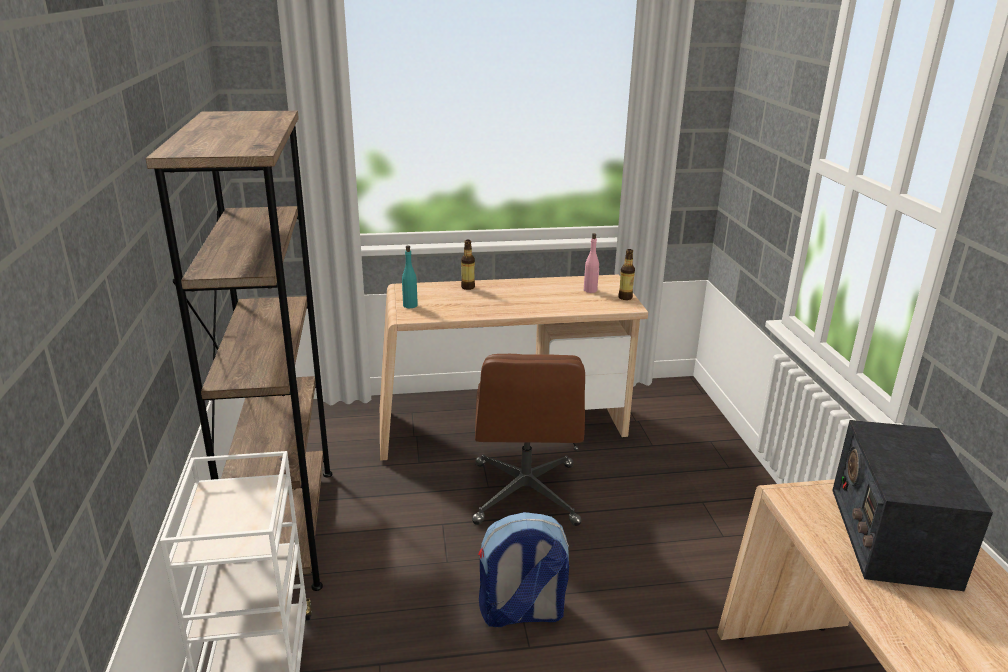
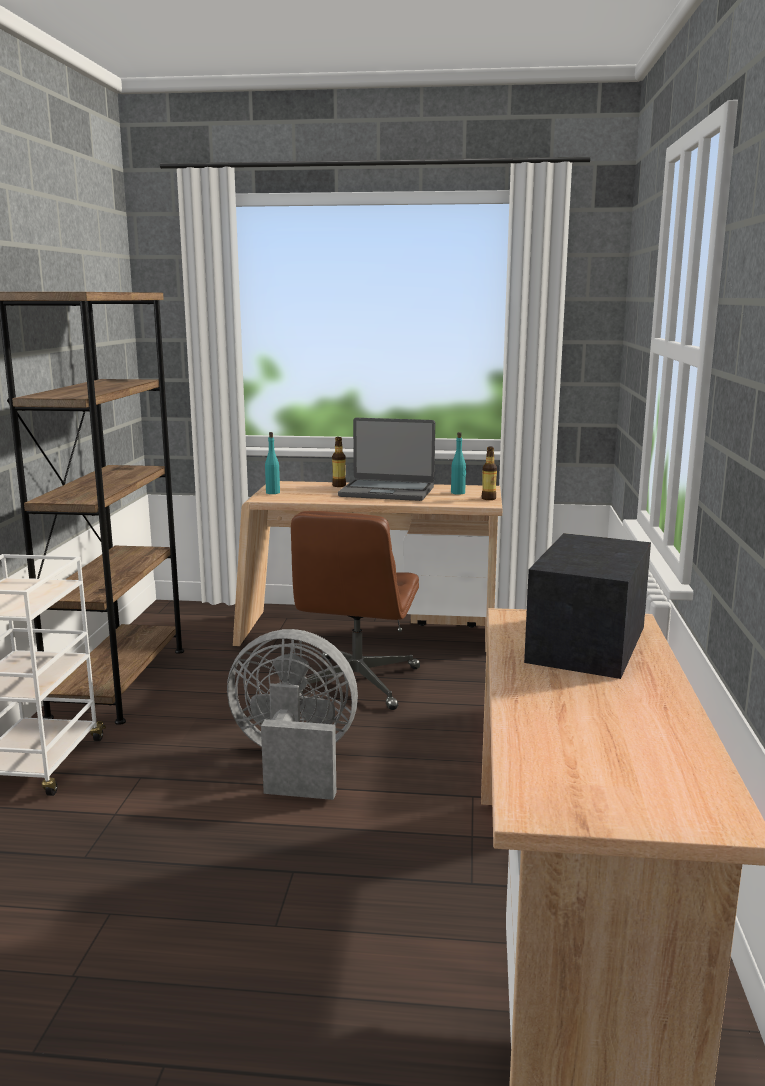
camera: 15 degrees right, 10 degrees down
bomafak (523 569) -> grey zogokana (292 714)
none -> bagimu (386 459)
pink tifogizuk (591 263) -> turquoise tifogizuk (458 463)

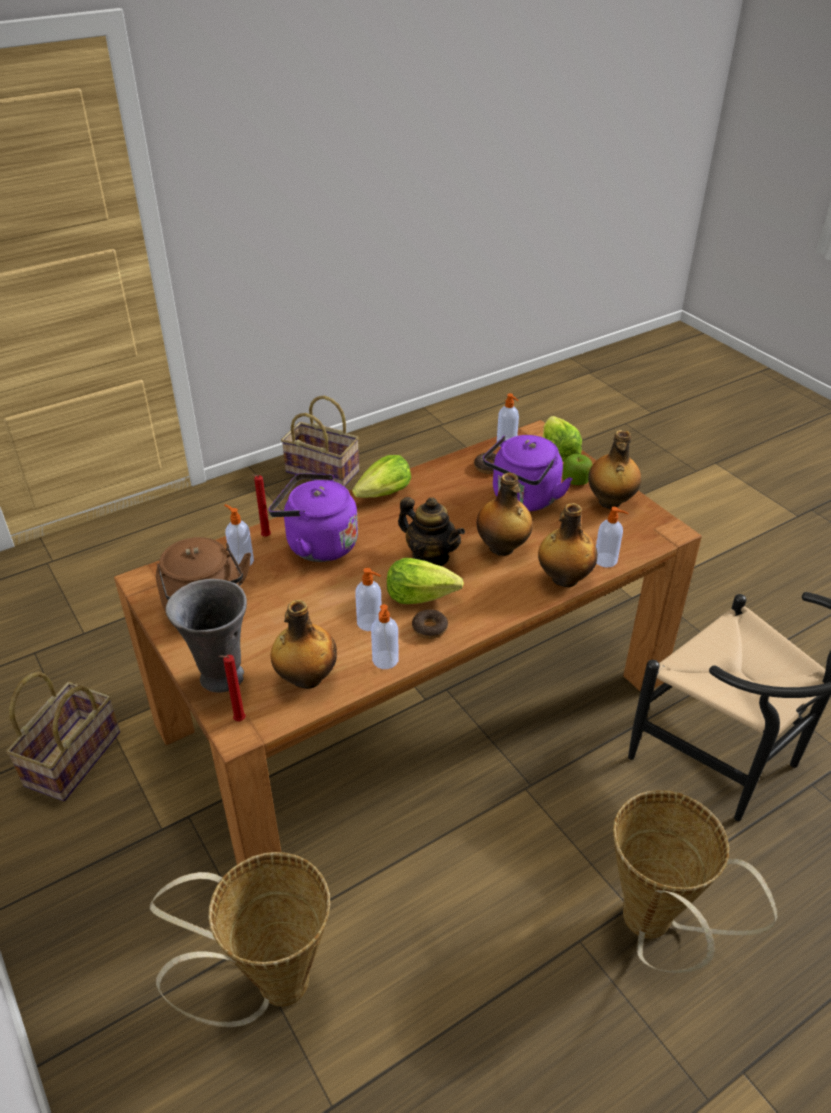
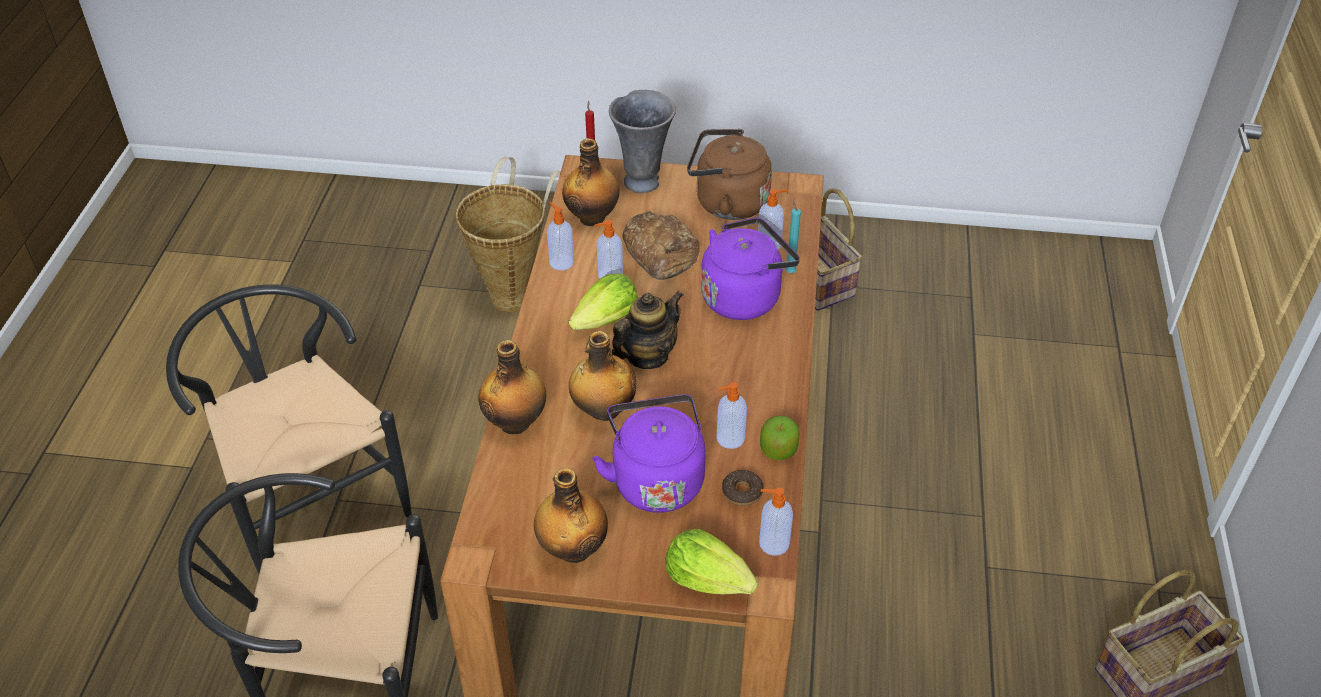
camera: 130 degrees right, 5 degrees up
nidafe (695 881) -> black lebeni (289 429)
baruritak (431 531) -> baruritak (647 330), 150 degrees clockwise
none -> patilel (661 245)
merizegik (612 537) -> merizegik (732 415), move
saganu (577 469) -> saganu (780 437), move
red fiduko (261 505) -> turquoise fiduko (793 235)
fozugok (381 476) -> none
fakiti (430 624) -> none

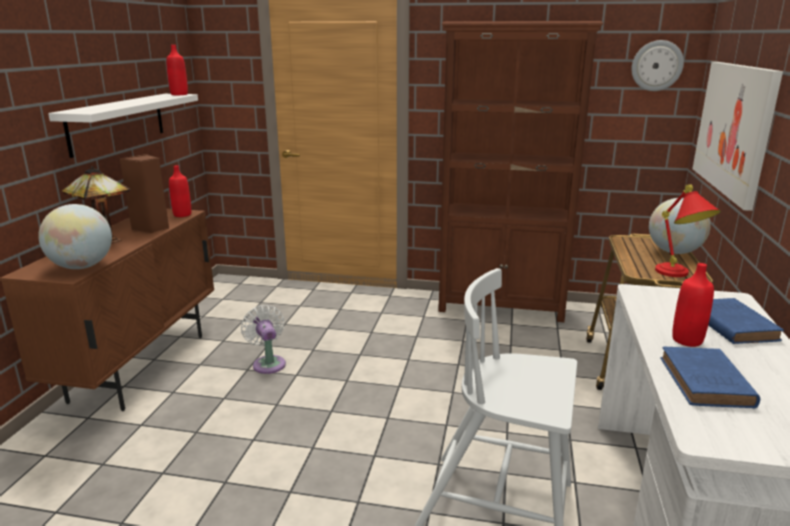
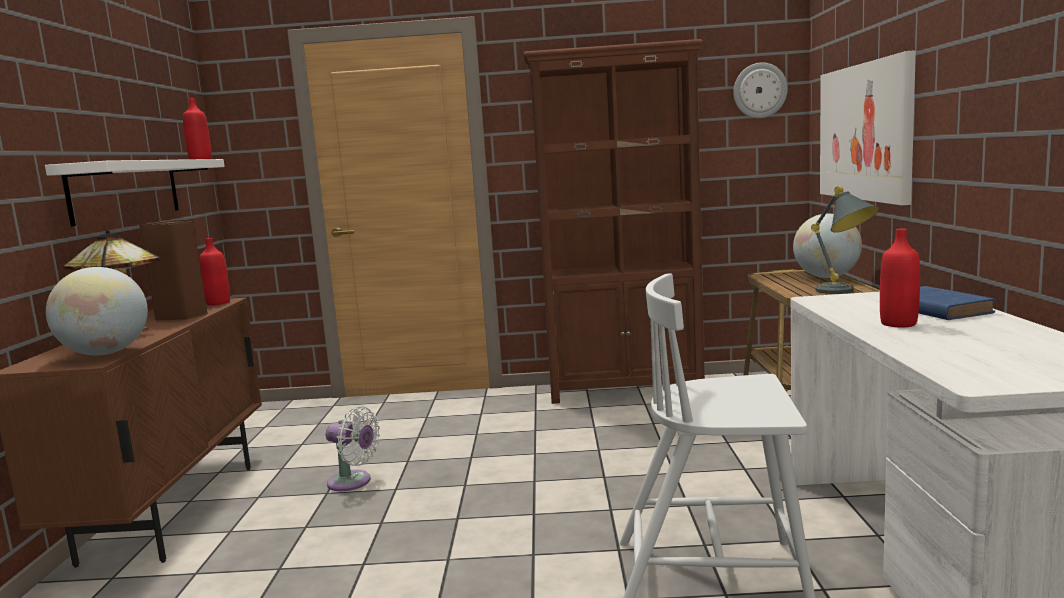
camera: 10 degrees left, 10 degrees down
white zogokana (263 339) -> white zogokana (352 448), 150 degrees clockwise
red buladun (688 230) -> grey buladun (845 240)
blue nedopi (710 377) -> none

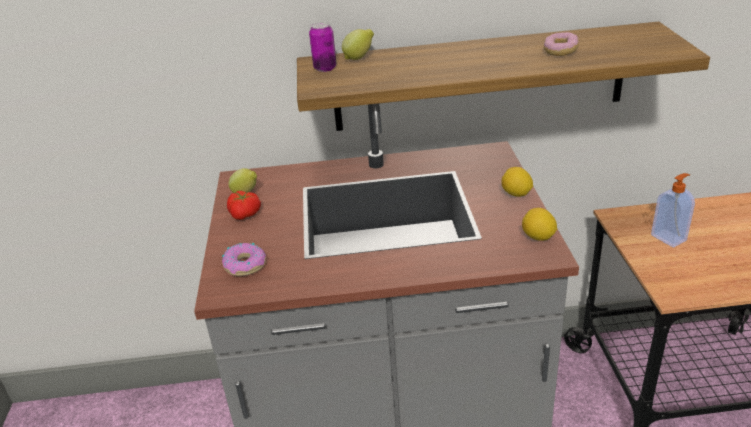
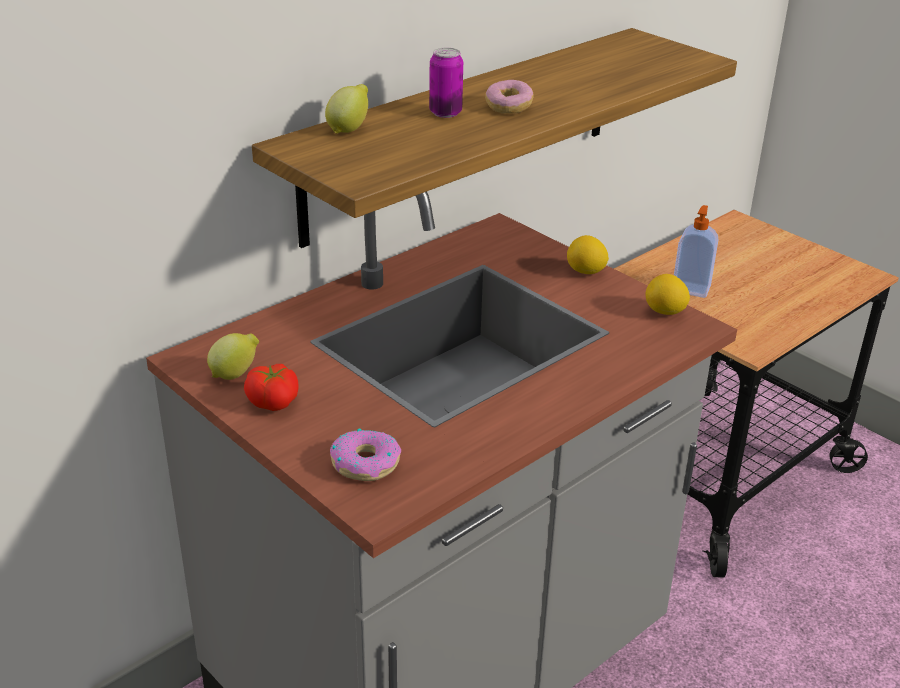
camera: 40 degrees left, 0 degrees up
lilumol (322 47) -> lilumol (446 83), move
fakiti (561 44) -> fakiti (509 97), move

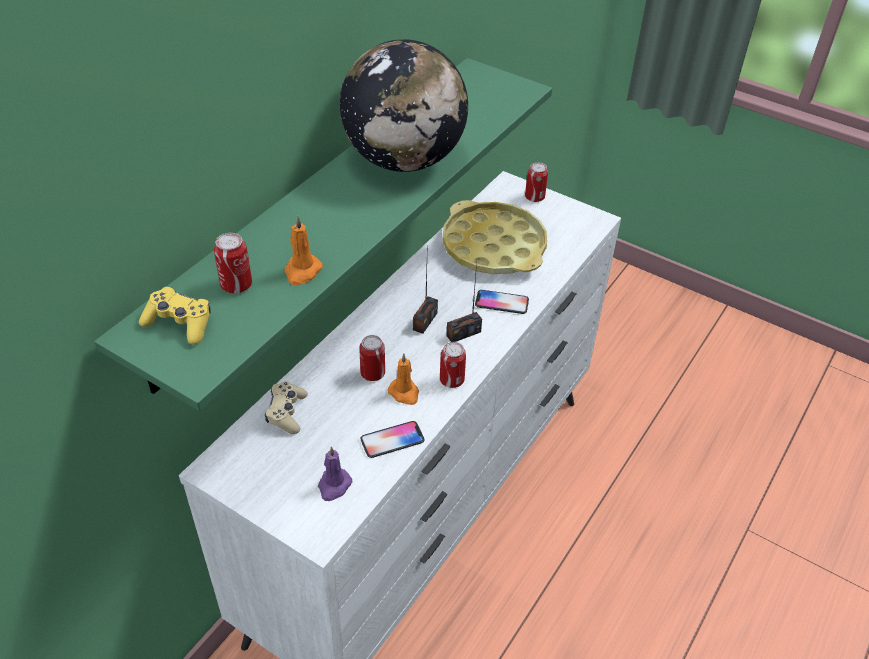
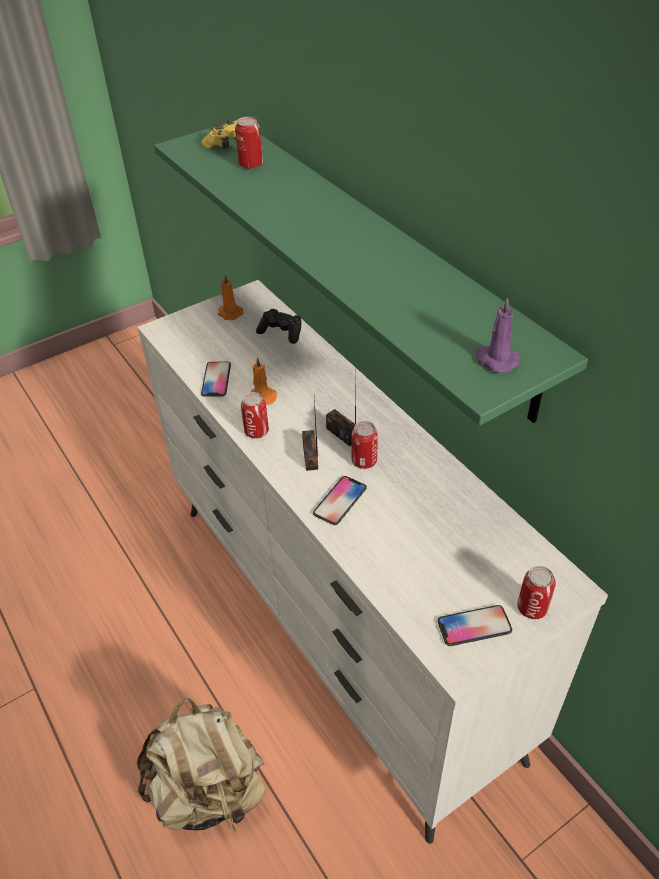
camera: 115 degrees right, 0 degrees up
none -> beige bomafak (201 764)
orange fiduko (303 250) -> orange fiduko (231 297), move
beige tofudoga (286 407) -> black tofudoga (278 326)
lilumol (372 358) -> lilumol (364 445), move
none -> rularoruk (474 625)
purple fiduko (335 473) -> purple fiduko (497 335), move
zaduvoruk (404 105) -> none
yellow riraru (494 237) -> none

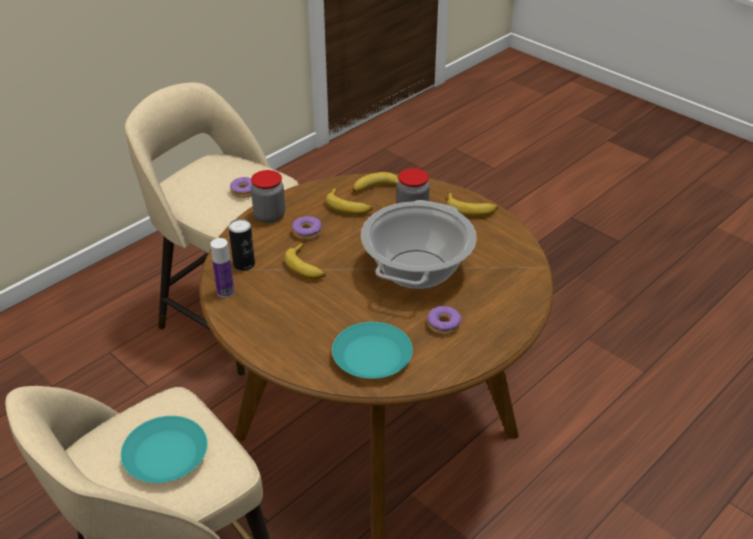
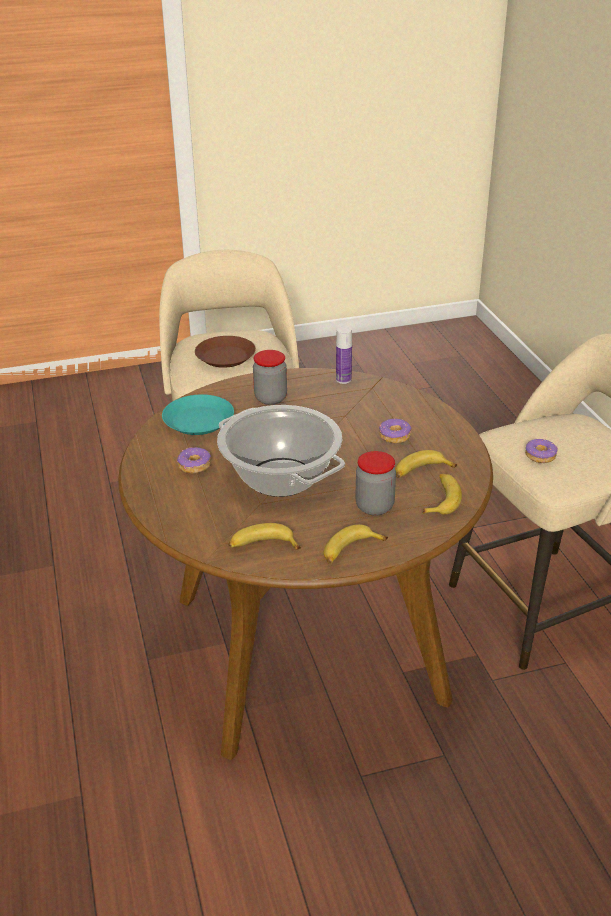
camera: 120 degrees right, 5 degrees down
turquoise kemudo (164 449) -> brown kemudo (225 352)
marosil (305 260) -> marosil (264 536), move
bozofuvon (268 196) -> bozofuvon (270 377), move
lilumol (242 245) -> none

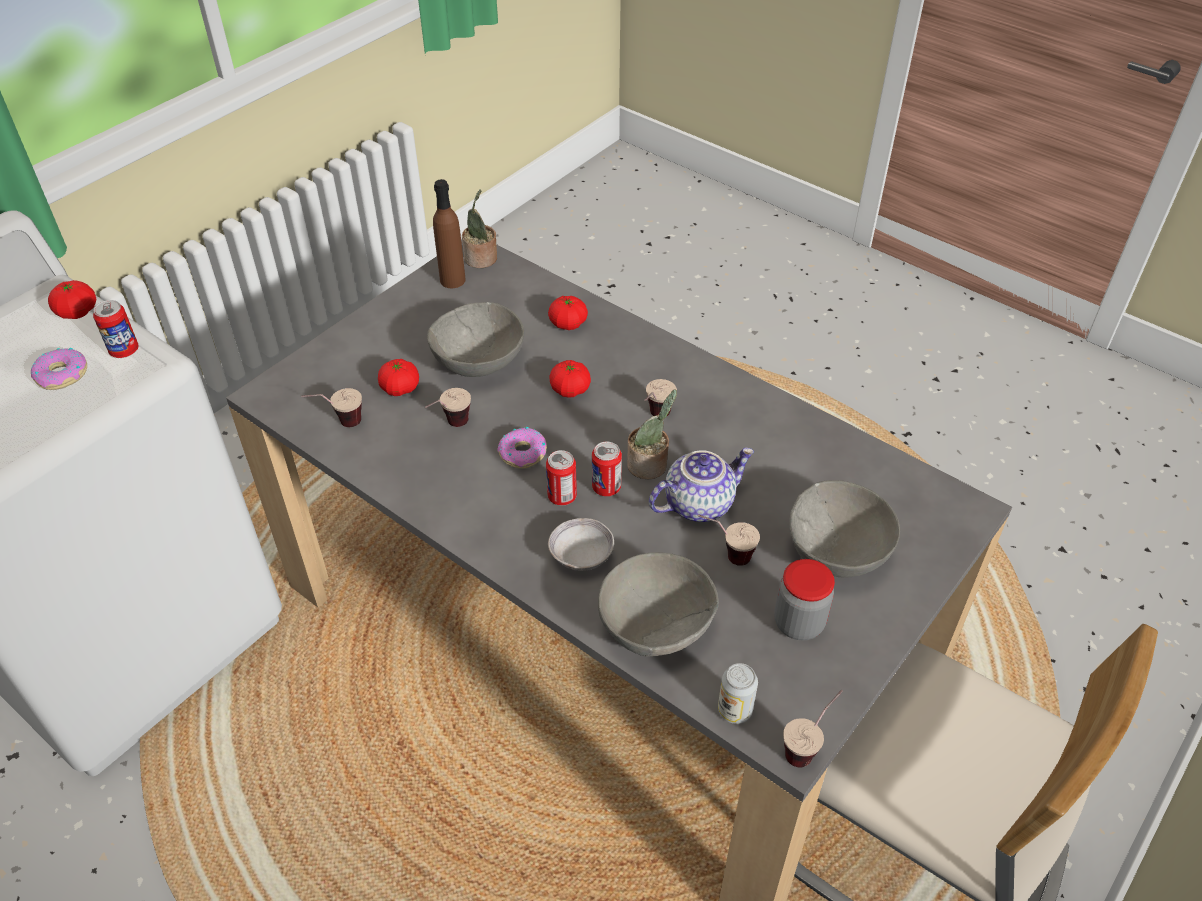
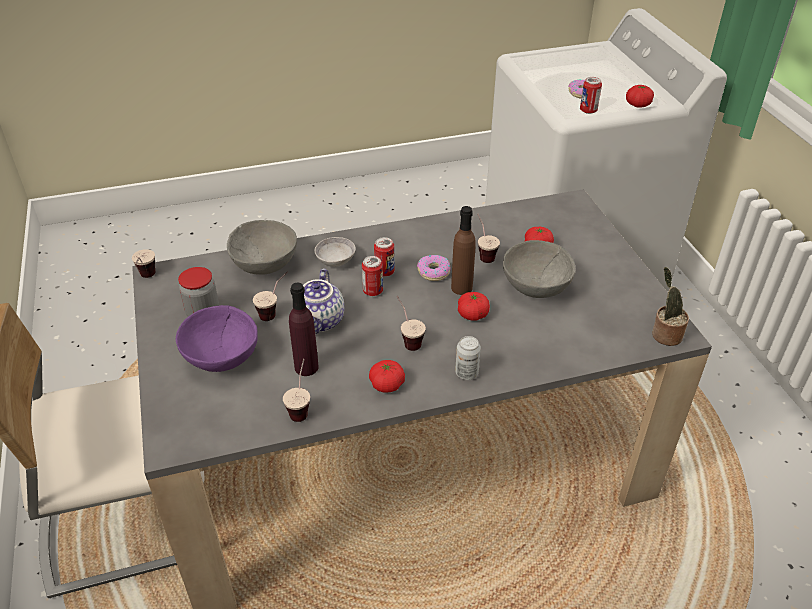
camera: 125 degrees right, 5 degrees down
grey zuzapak (844 529) -> purple zuzapak (217 338)
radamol (331 407) -> radamol (296 390), move
none -> purple tifogizuk (304 329)
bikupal (568 313) -> bikupal (387 376), move
brown tifogizuk (449 233) -> brown tifogizuk (463 250), move
lilumol (738 693) -> lilumol (468 358), move
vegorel (652 434) -> none

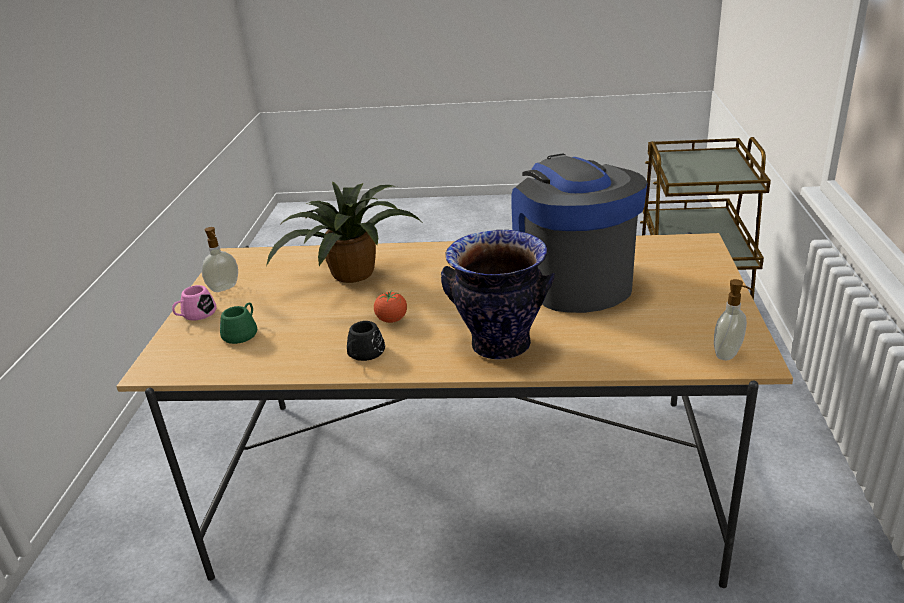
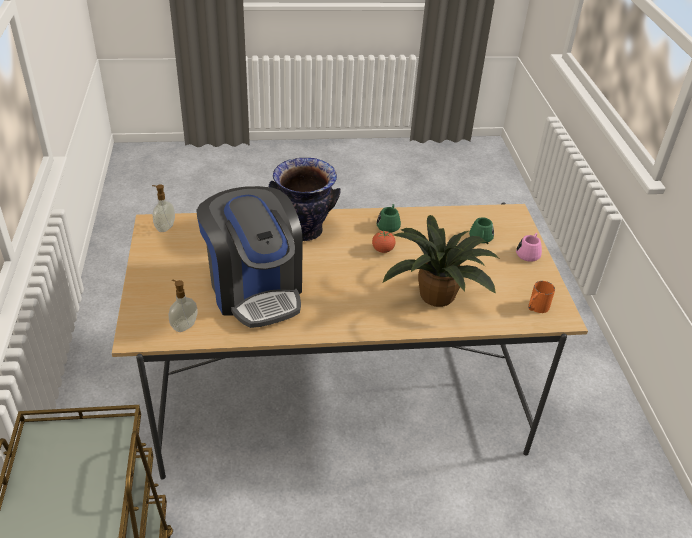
camera: 165 degrees right, 10 degrees up
merizegik (219 259) -> merizegik (183 306), move
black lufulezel (366 341) -> green lufulezel (388 218)
none -> orange lufulezel (541 297)

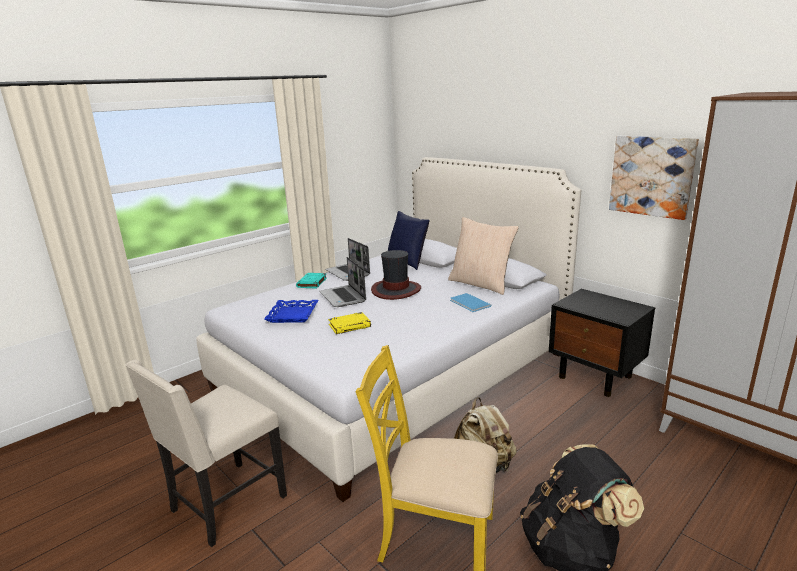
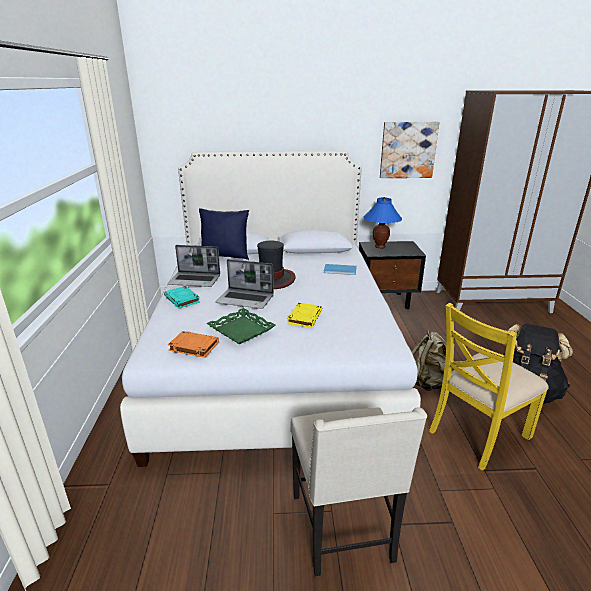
camera: 50 degrees left, 5 degrees up
none -> orange nedopi (193 344)
blue riraru (291 311) -> green riraru (241 326)
none -> blue buladun (382 223)
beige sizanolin (483 256) -> none

